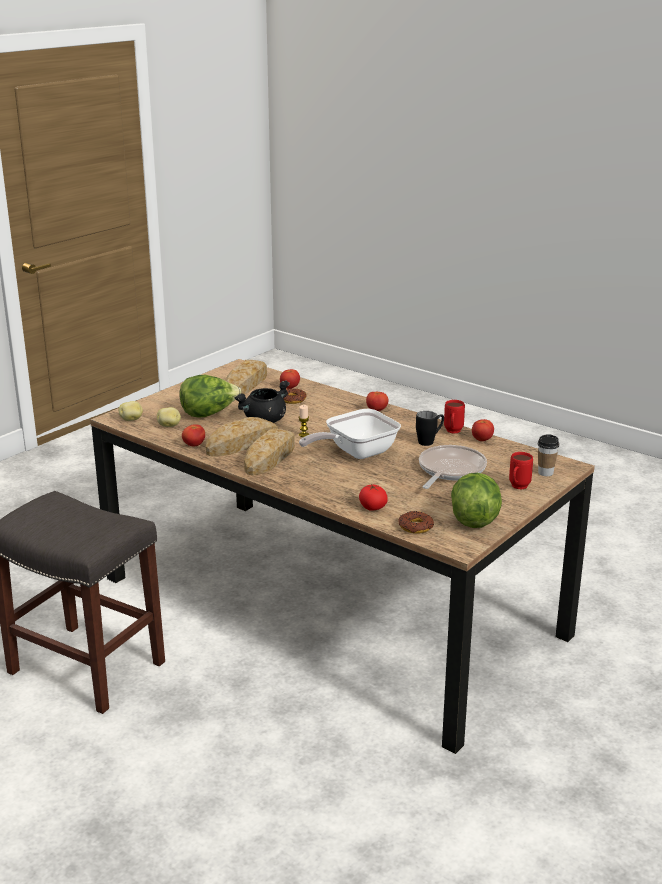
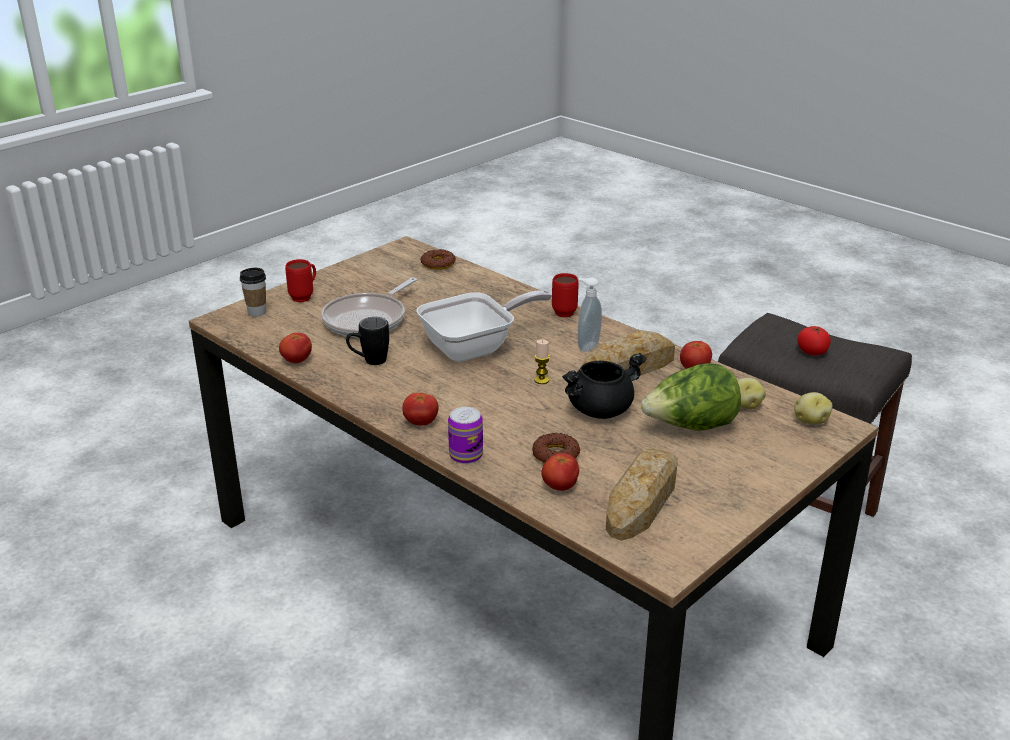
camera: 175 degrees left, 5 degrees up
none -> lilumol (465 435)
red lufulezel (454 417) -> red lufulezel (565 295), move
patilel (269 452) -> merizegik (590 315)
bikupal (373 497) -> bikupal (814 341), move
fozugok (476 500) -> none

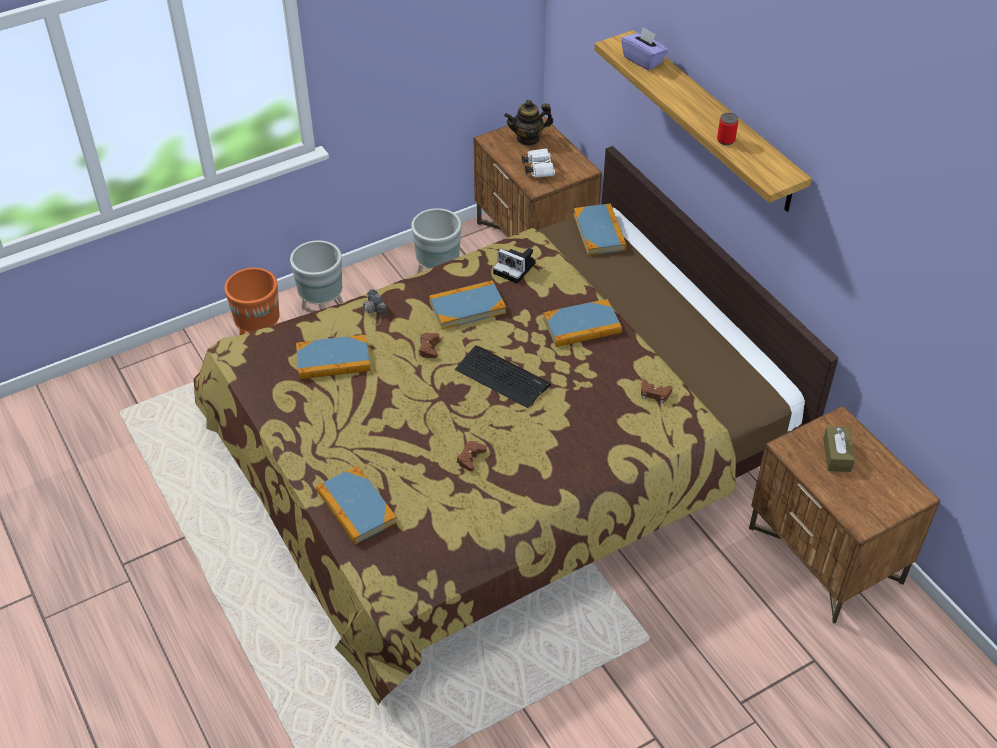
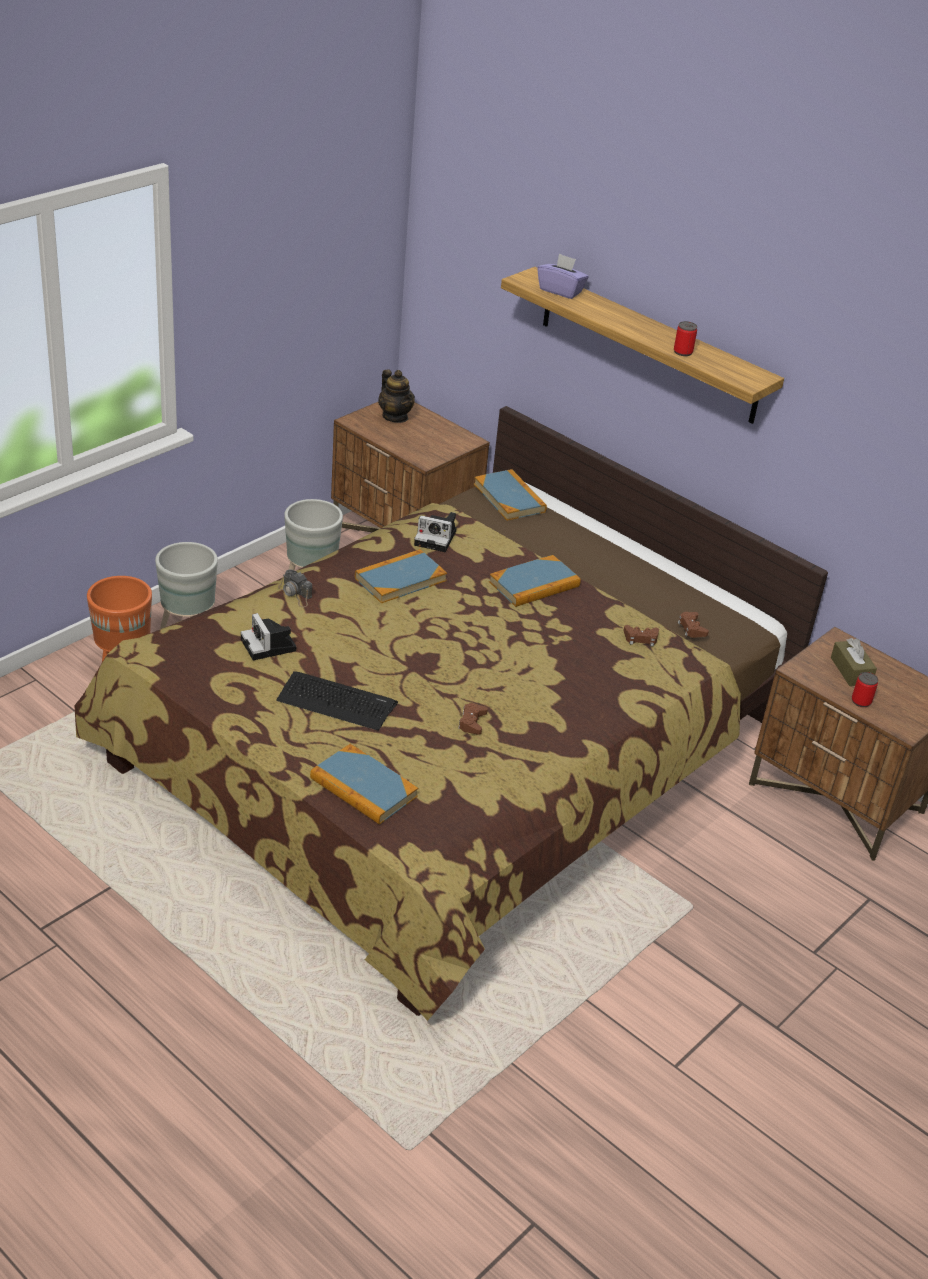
camera: 20 degrees left, 10 degrees down
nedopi (333 357) -> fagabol (268 637)
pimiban (503 376) -> pimiban (337 701), move
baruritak (528 123) -> baruritak (396 396), 90 degrees counterclockwise
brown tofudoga (429 345) -> brown tofudoga (693 625), move
none -> lilumol (865 689)
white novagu (538 163) -> none

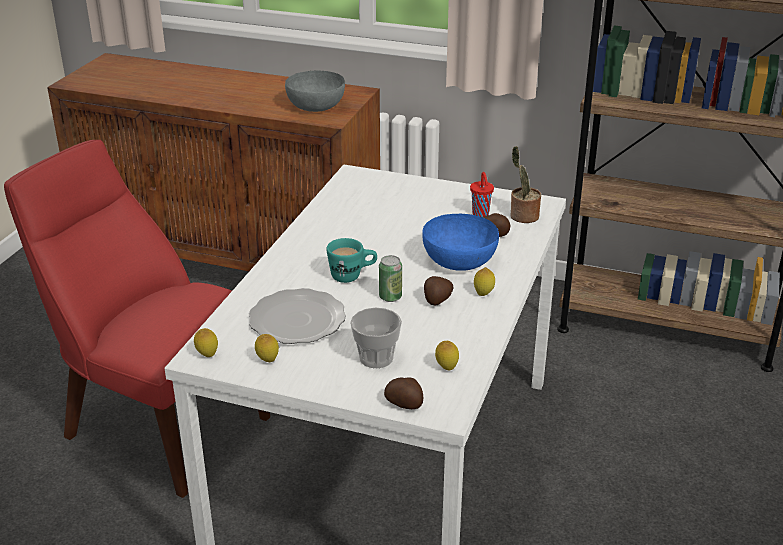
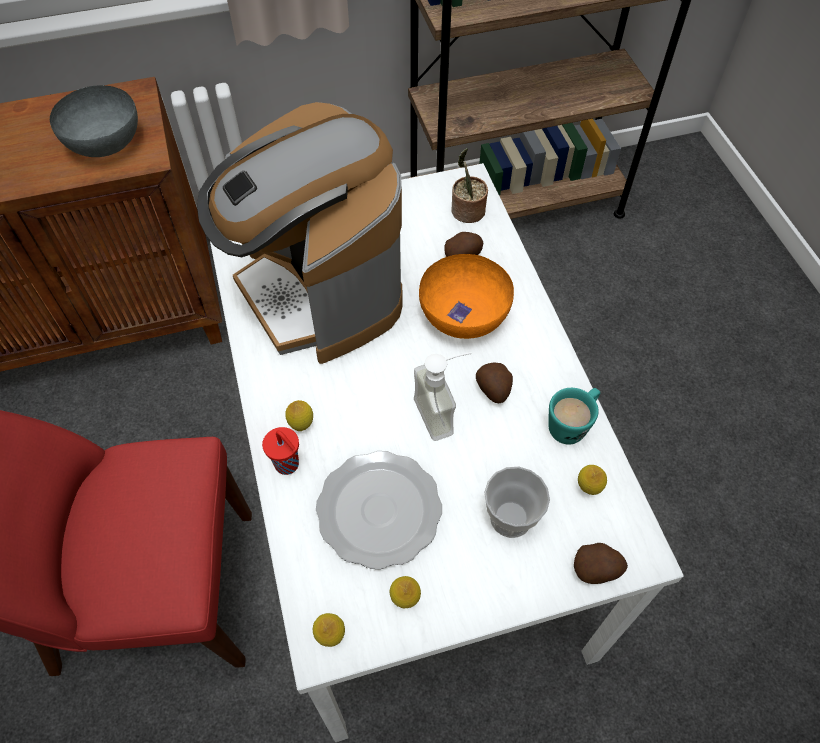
camera: 35 degrees left, 25 degrees up
none -> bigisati (300 233)
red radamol (482 194) -> red radamol (280 451), move
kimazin (484 281) -> kimazin (299 415), move
lilumol (390 278) -> merizegik (443 396)
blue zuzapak (460 242) -> orange zuzapak (466 296)
turquoise lufulezel (351 260) -> turquoise lufulezel (574 416), move

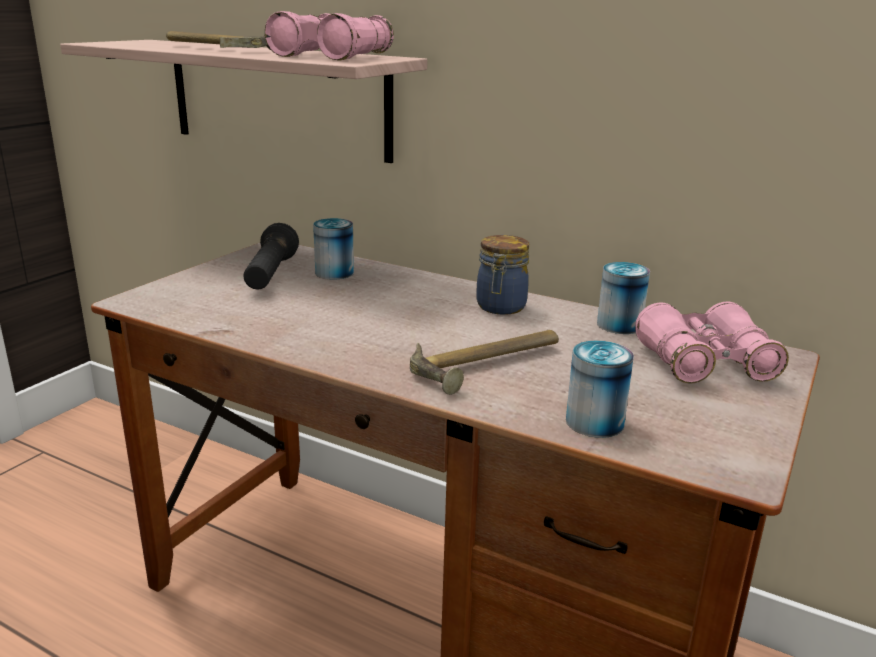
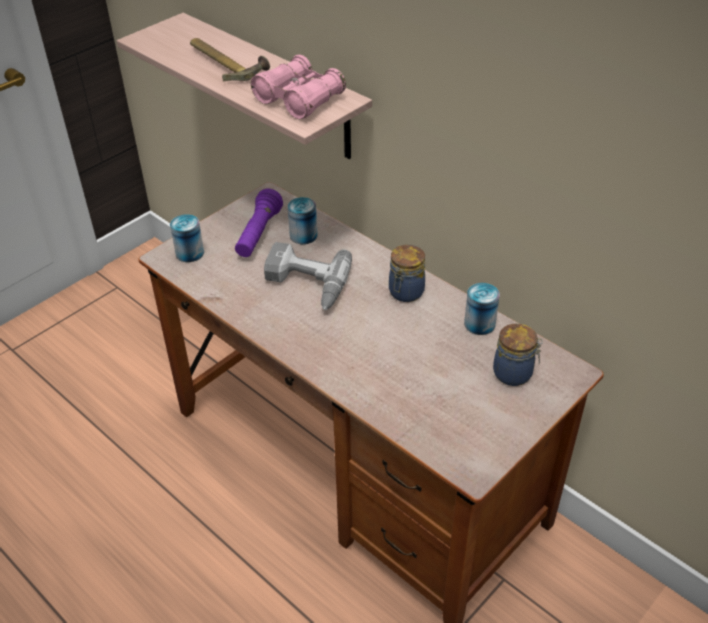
camera: 15 degrees right, 20 degrees up
lilumol (600 389) -> lilumol (187 238), move
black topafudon (271 256) -> purple topafudon (259 223)
none -> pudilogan (308 276)
pink novagu (712 342) -> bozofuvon (518 355)
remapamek (484 362) -> none

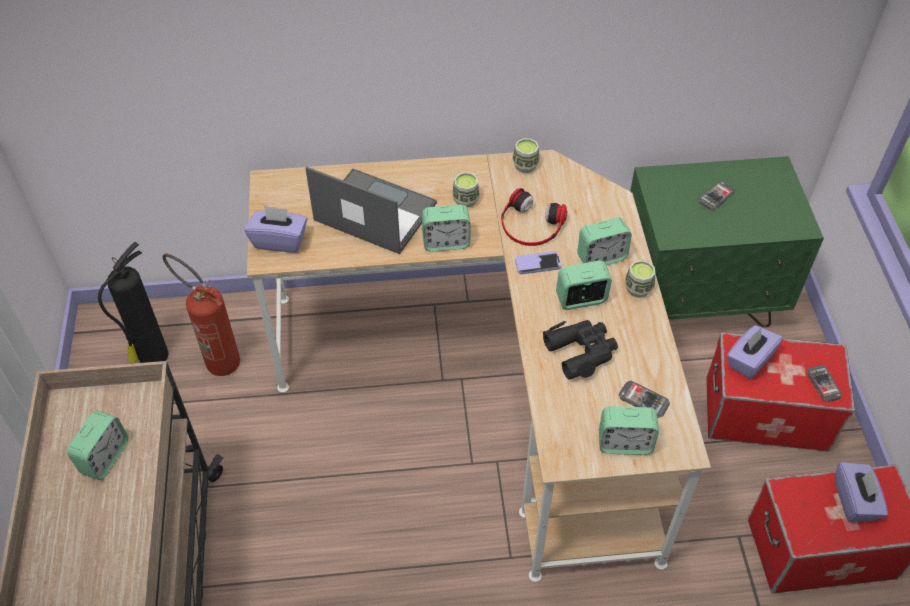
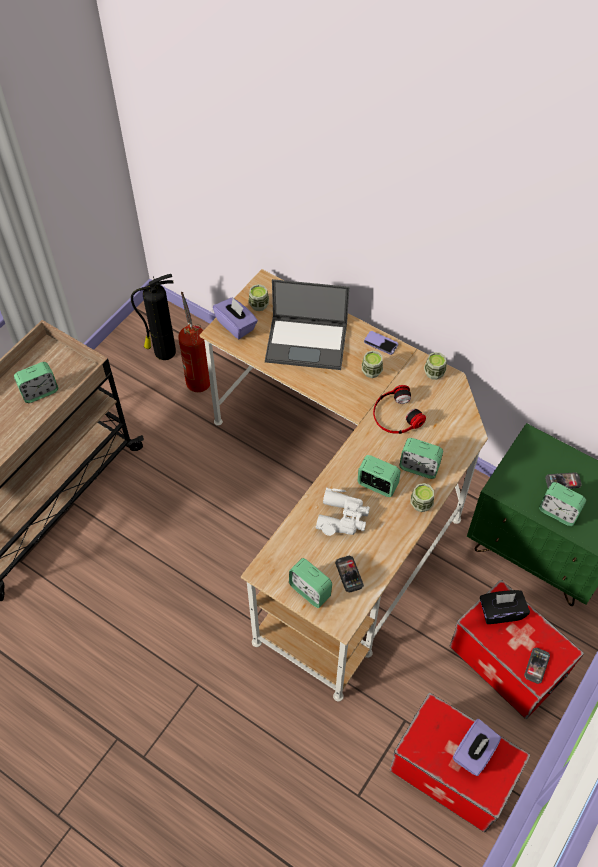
camera: 40 degrees right, 5 degrees up
none -> radamol (258 297)
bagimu (371 210) -> bagimu (307 324), 120 degrees clockwise
black novagu (580 350) -> white novagu (342 512)
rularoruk (538 262) -> rularoruk (381 343), move
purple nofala (755 352) -> black nofala (505 607)
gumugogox (446 228) -> gumugogox (562 504), move

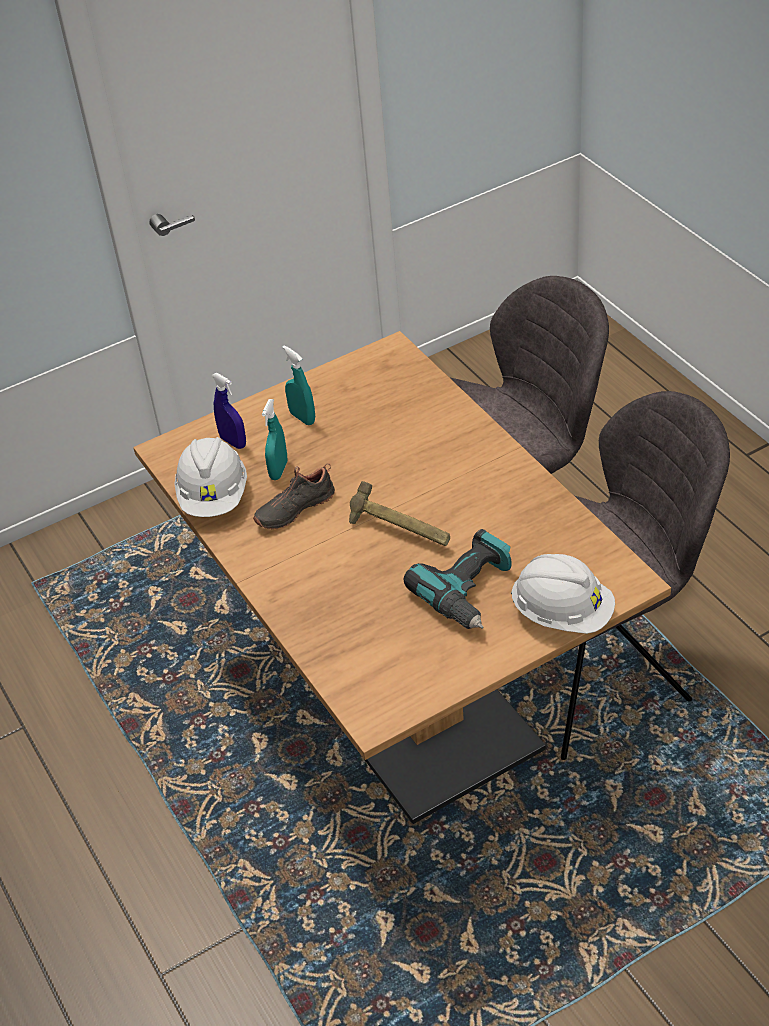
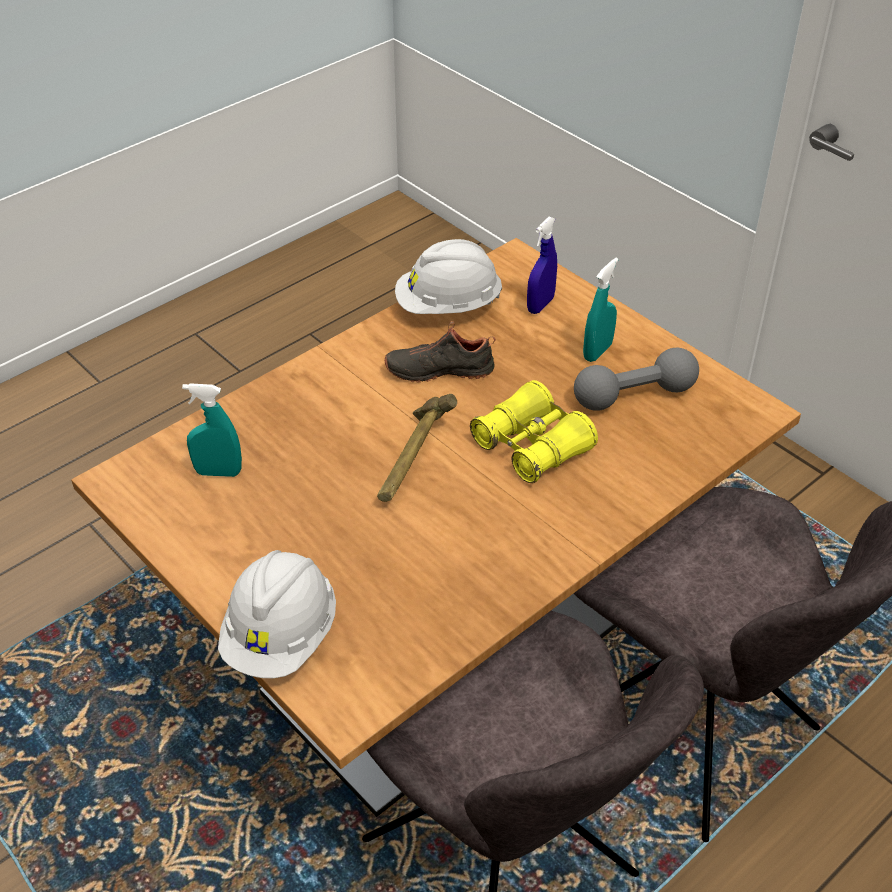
camera: 75 degrees right, 0 degrees up
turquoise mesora (275 439) -> turquoise mesora (212 430), move
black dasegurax (294 496) -> black dasegurax (440 352), 45 degrees counterclockwise
none -> yellow novagu (534 431)
none -> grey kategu (636 379)
pudilogan (458 579) -> none

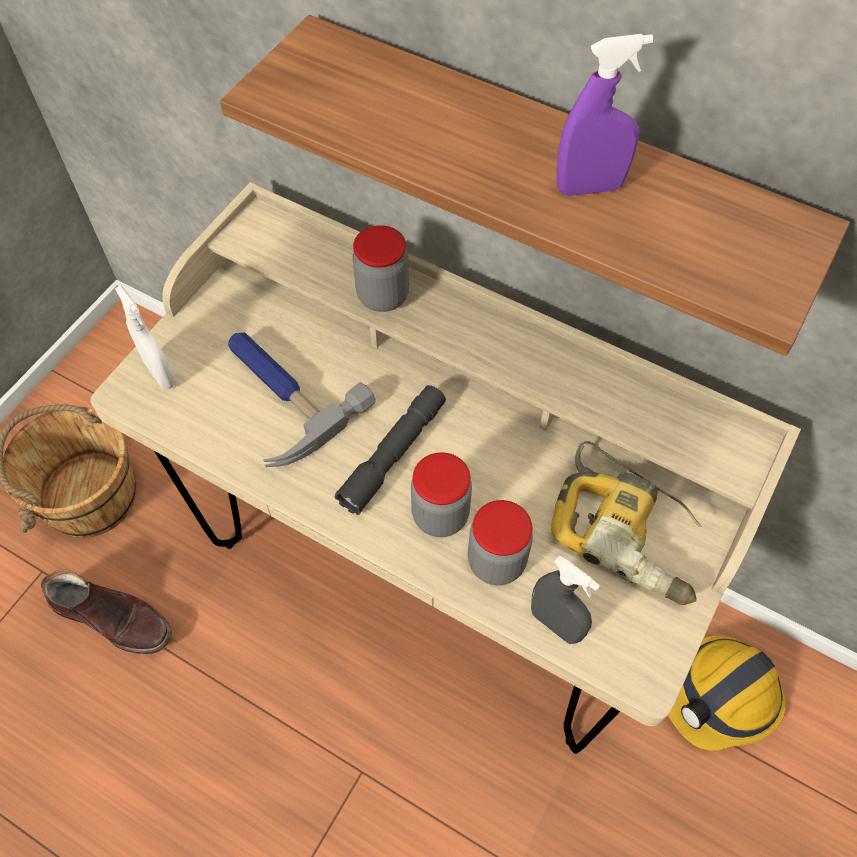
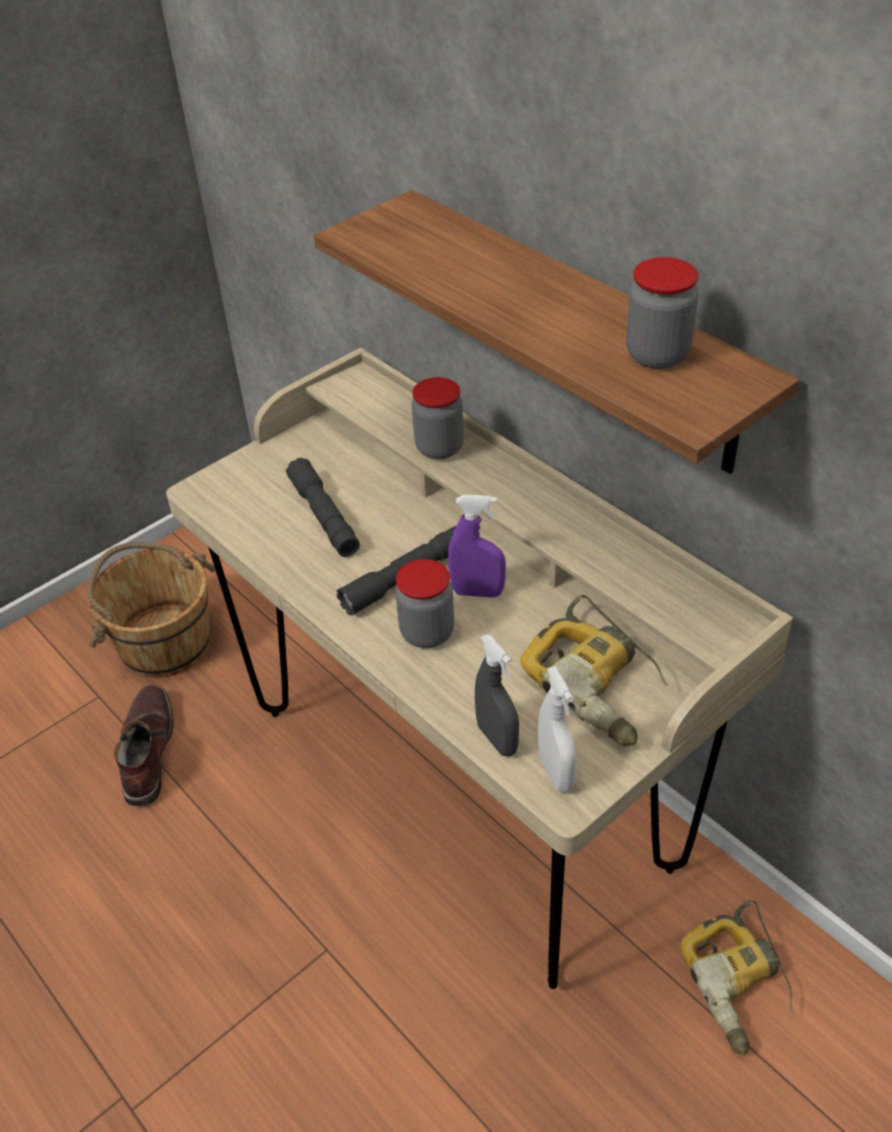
camera: 20 degrees right, 15 degrees down
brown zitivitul (106 611) -> brown zitivitul (144 745), 135 degrees counterclockwise
remapamek (302 399) -> grey topafudon (323 507)
purple mesora (604 115) -> purple mesora (477 546), move
white mesora (145 337) -> white mesora (557 729), move
bozofuvon (500 542) -> bozofuvon (662 313), move
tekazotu (727 693) -> pudilogan (737 977)

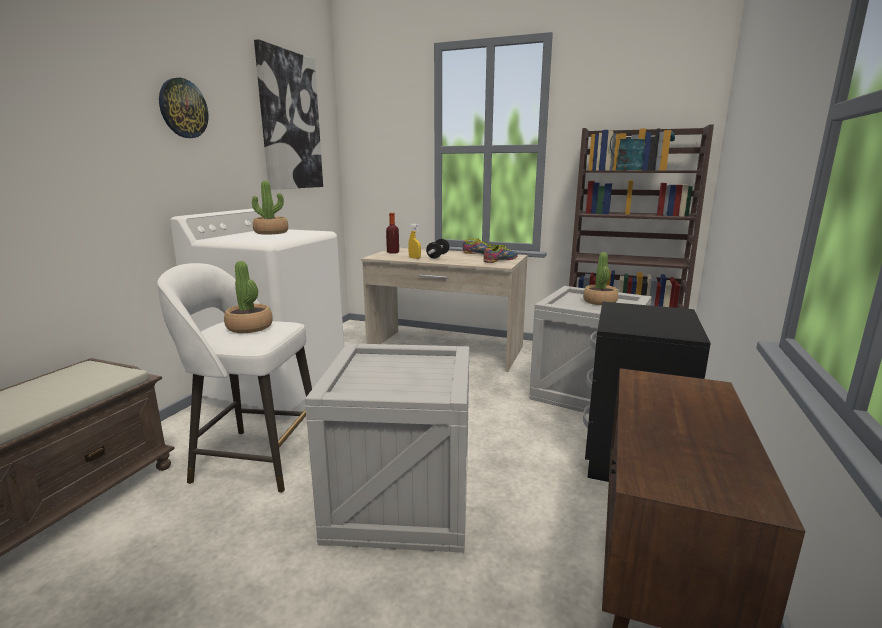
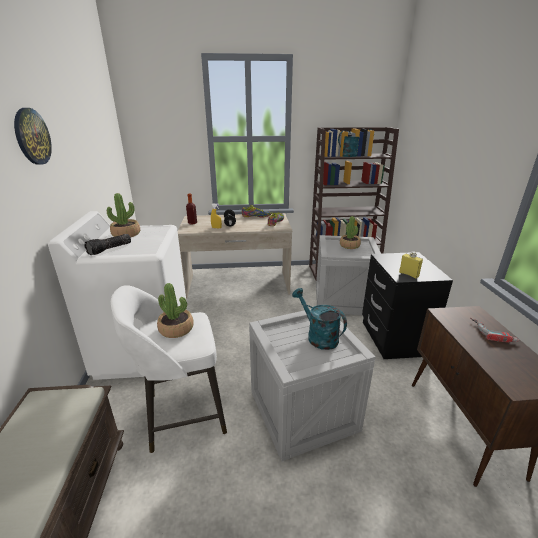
camera: 25 degrees left, 10 degrees up
none -> topafudon (107 244)
none -> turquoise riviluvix (319 319)
none -> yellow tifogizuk (411 265)
none -> pudilogan (495 330)
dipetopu (288 114) -> none

